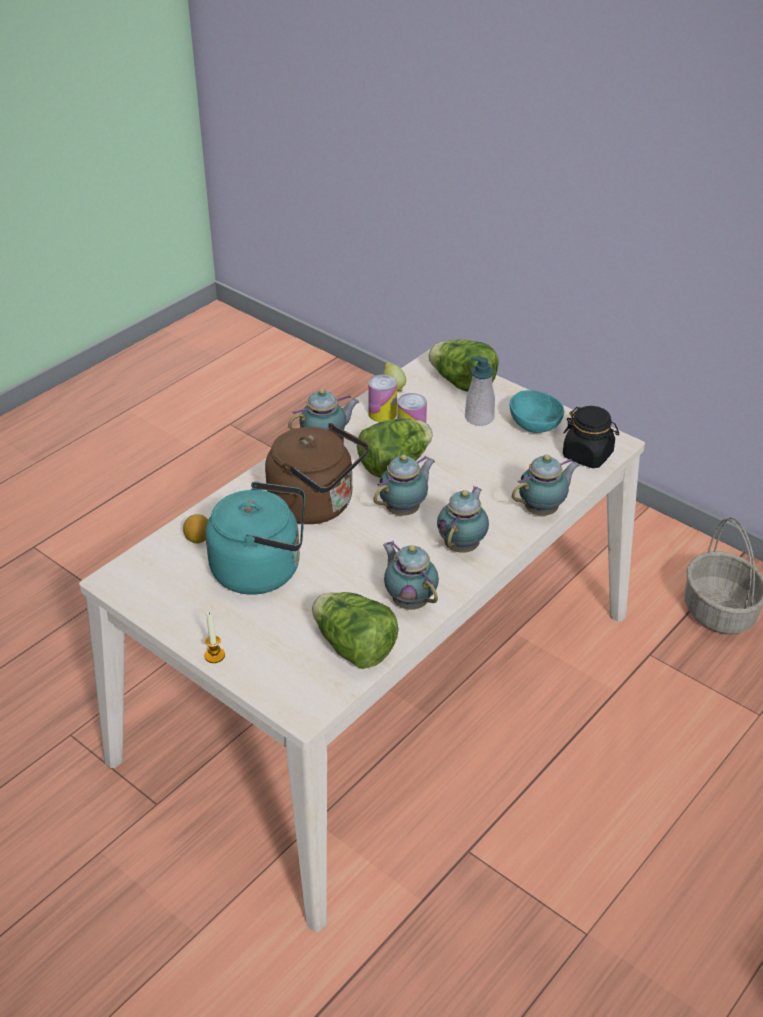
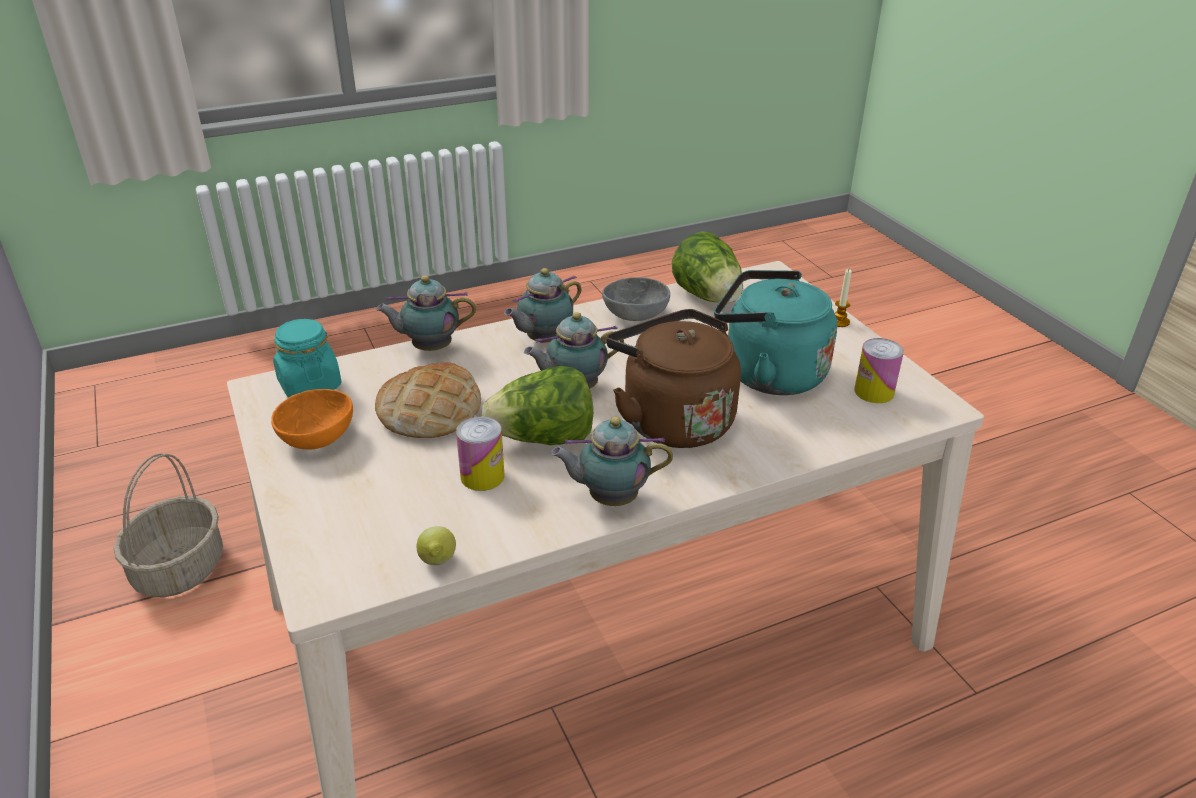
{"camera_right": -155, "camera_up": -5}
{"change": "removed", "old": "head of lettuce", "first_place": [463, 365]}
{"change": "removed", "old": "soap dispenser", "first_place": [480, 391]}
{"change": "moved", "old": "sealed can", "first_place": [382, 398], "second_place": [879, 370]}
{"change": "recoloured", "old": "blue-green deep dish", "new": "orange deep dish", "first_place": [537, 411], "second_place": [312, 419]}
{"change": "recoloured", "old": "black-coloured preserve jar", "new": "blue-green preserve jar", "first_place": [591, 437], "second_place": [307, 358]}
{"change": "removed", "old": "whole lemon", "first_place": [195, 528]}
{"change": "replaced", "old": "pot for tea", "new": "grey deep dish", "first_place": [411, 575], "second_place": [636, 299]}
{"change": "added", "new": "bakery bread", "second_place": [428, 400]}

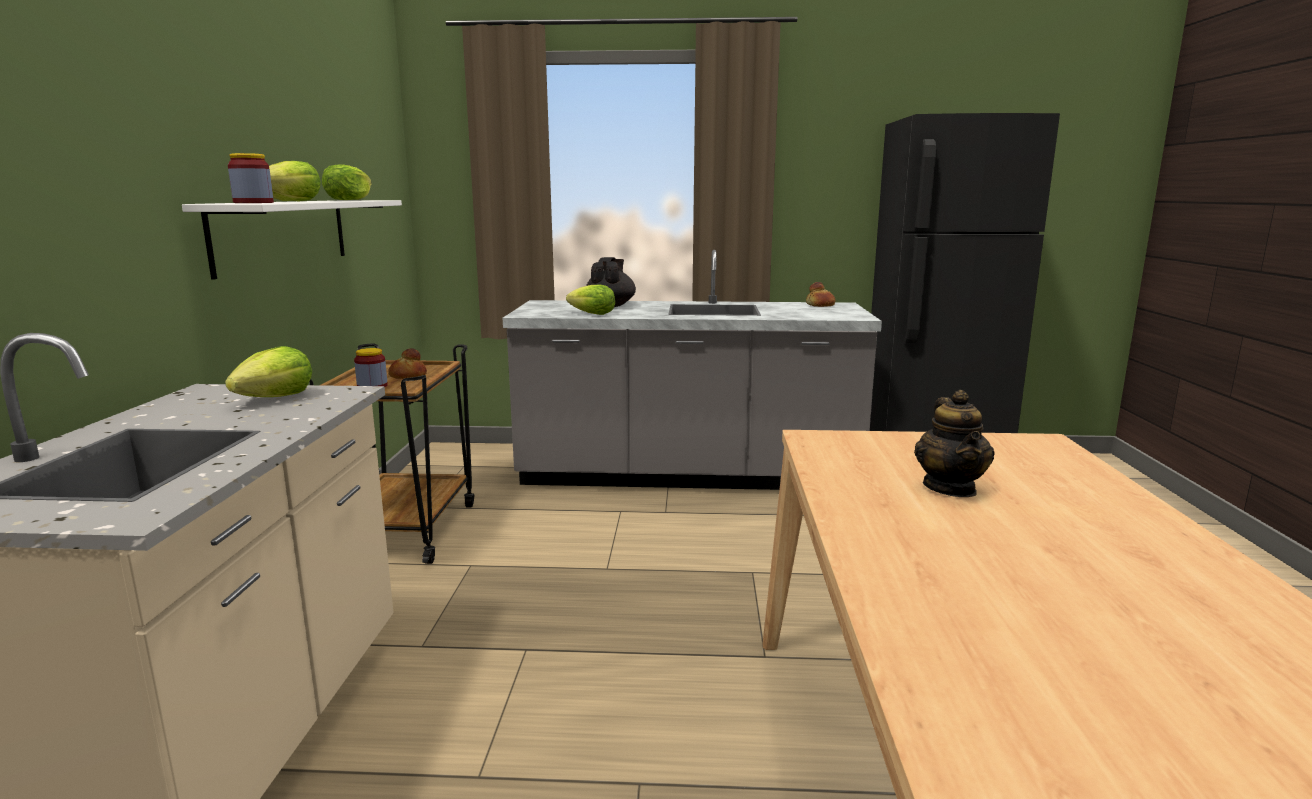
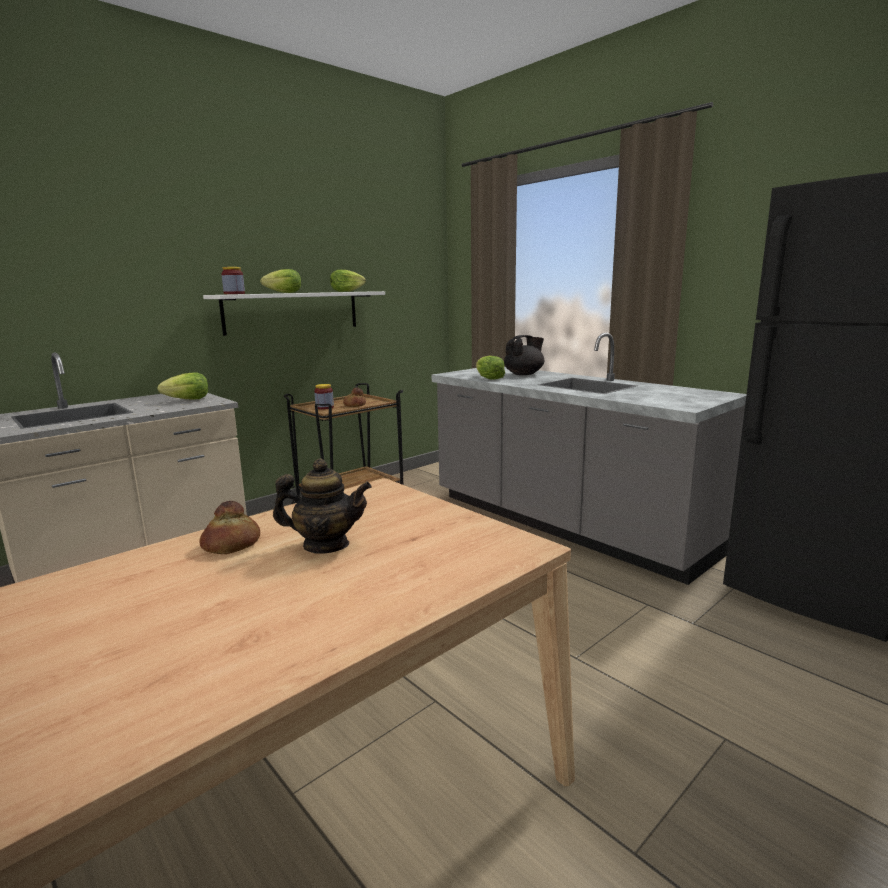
{"camera_right": 45, "camera_up": 0}
{"change": "moved", "old": "bakery bread", "first_place": [821, 294], "second_place": [229, 527]}
{"change": "turned", "old": "pot for tea", "first_place": [954, 443], "second_place": [322, 506], "degrees": -135}

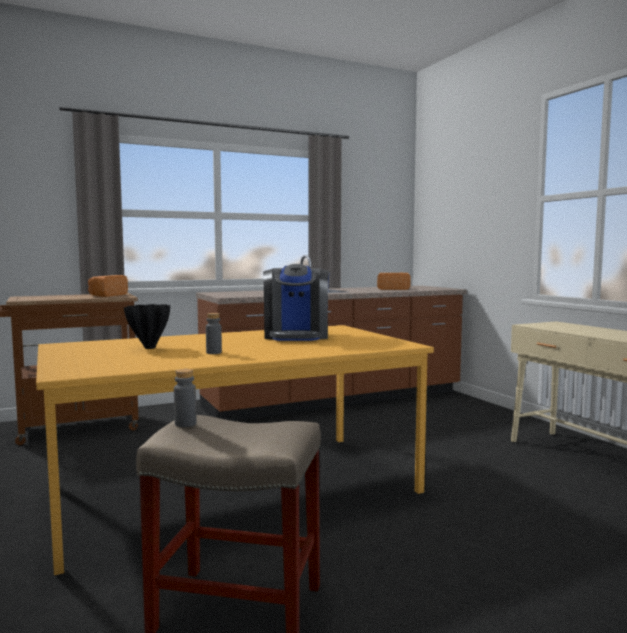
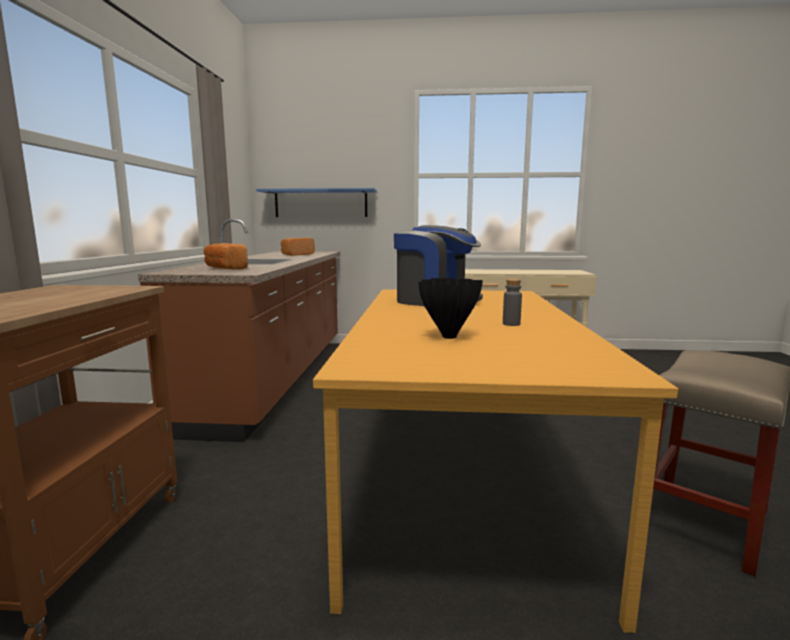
{"camera_right": -60, "camera_up": 5}
{"change": "moved", "old": "bakery bread", "first_place": [108, 286], "second_place": [226, 256]}
{"change": "removed", "old": "grey drink bottle", "first_place": [185, 398]}
{"change": "added", "new": "blue-coloured shelf", "second_place": [316, 202]}

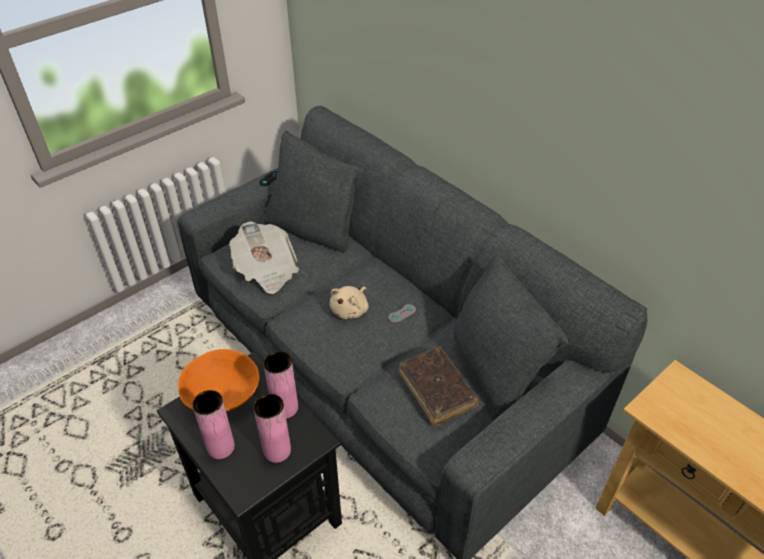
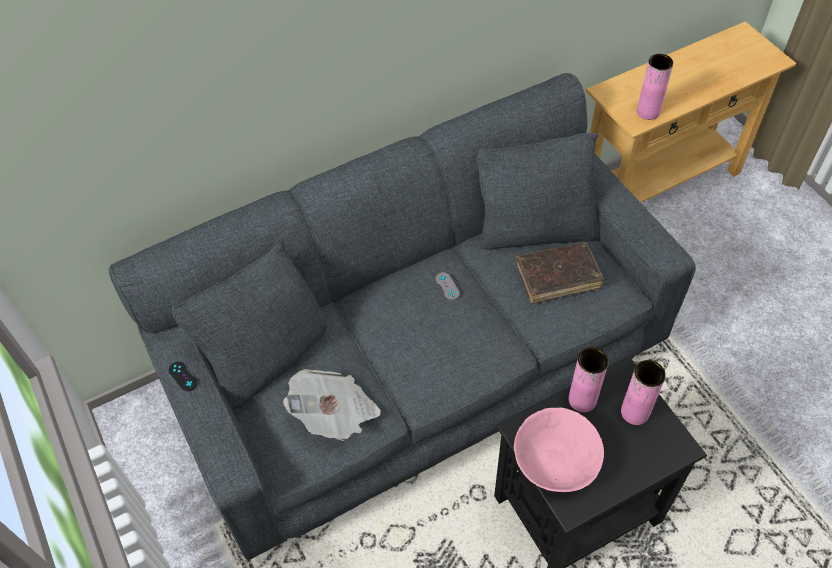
{"camera_right": -75, "camera_up": 10}
{"change": "removed", "old": "beige soft toy", "first_place": [349, 302]}
{"change": "recoloured", "old": "orange deep dish", "new": "pinkish deep dish", "first_place": [219, 380], "second_place": [559, 450]}
{"change": "moved", "old": "pinkish flower vase", "first_place": [213, 424], "second_place": [655, 87]}

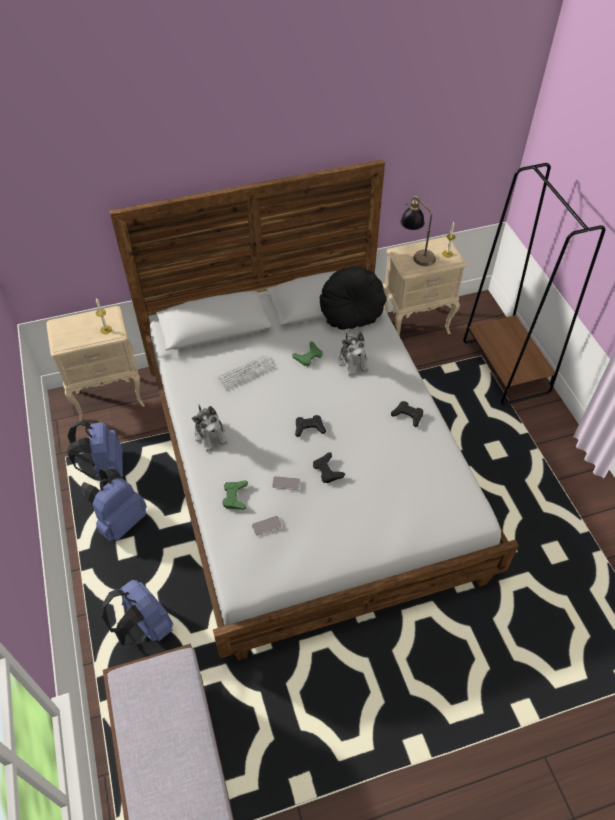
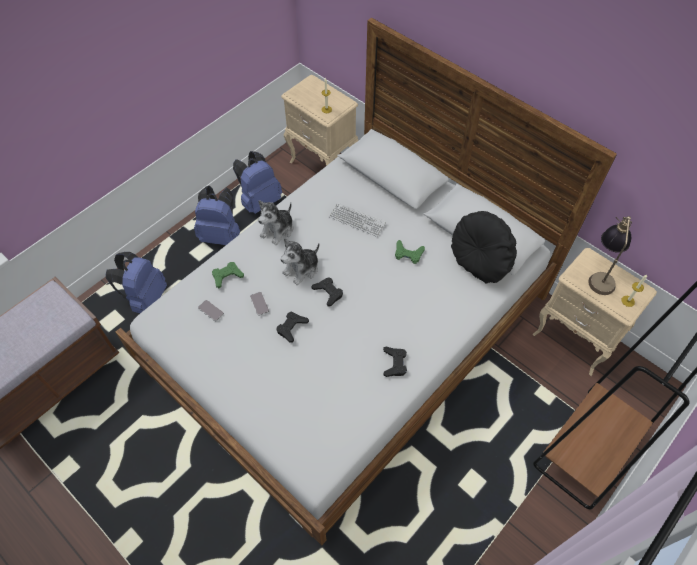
{"camera_right": 60, "camera_up": 5}
{"change": "moved", "old": "soft toy", "first_place": [353, 354], "second_place": [300, 262]}

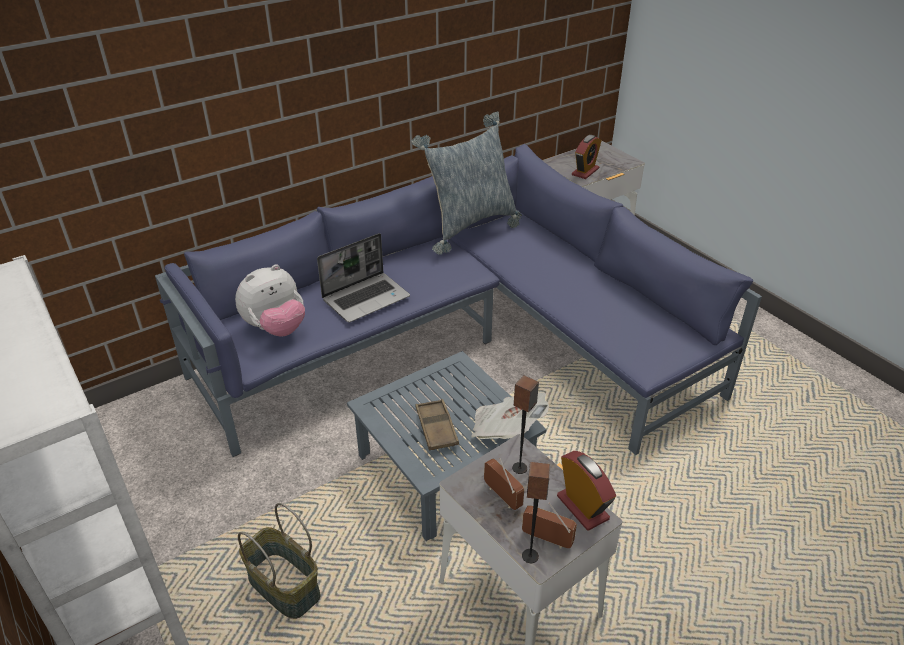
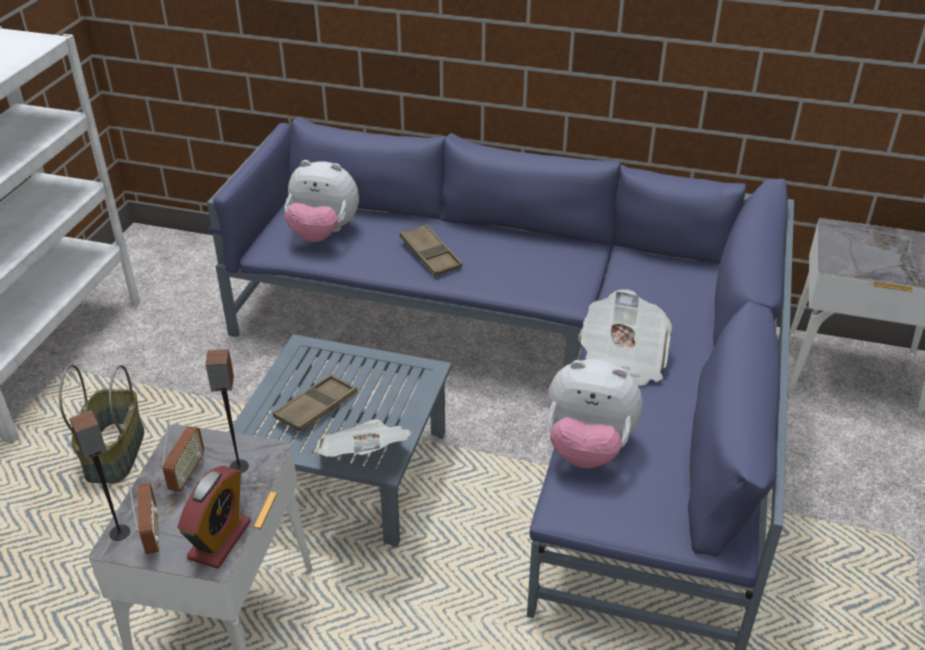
{"camera_right": 50, "camera_up": 0}
{"change": "removed", "old": "cushion", "first_place": [466, 183]}
{"change": "removed", "old": "bedside clock", "first_place": [586, 157]}
{"change": "replaced", "old": "laptop", "new": "brown tray", "first_place": [363, 277], "second_place": [431, 250]}
{"change": "added", "new": "newspaper", "second_place": [625, 337]}
{"change": "added", "new": "soft toy", "second_place": [595, 413]}

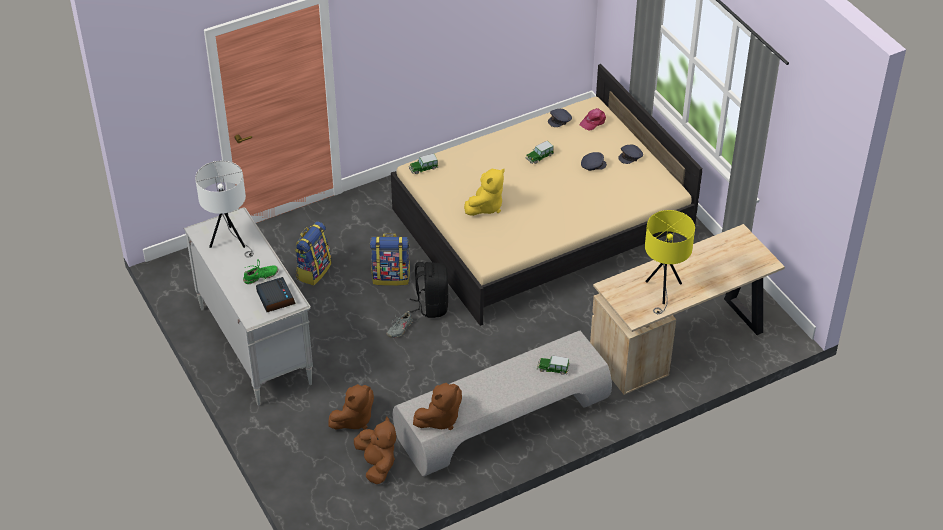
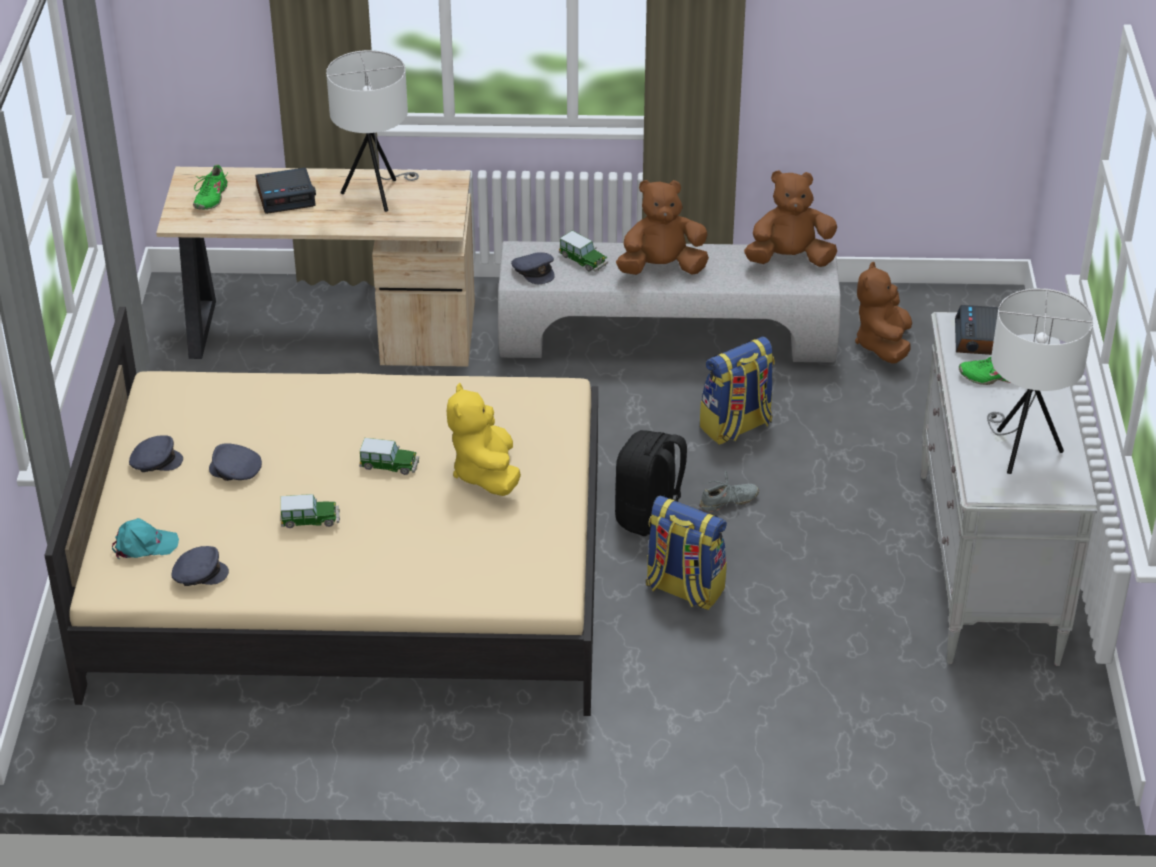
{"camera_right": -150, "camera_up": -5}
{"change": "recoloured", "old": "pinkish cap", "new": "blue-green cap", "first_place": [593, 119], "second_place": [145, 539]}
{"change": "moved", "old": "miniature car", "first_place": [423, 164], "second_place": [389, 456]}
{"change": "turned", "old": "yellowish soft toy", "first_place": [484, 192], "second_place": [484, 439], "degrees": -75}
{"change": "recoloured", "old": "yellowish table lamp", "new": "white-coloured table lamp", "first_place": [670, 262], "second_place": [372, 131]}
{"change": "moved", "old": "knapsack", "first_place": [313, 253], "second_place": [737, 391]}
{"change": "moved", "old": "brown soft toy", "first_place": [351, 407], "second_place": [662, 227]}
{"change": "added", "new": "green-coloured item of footwear", "second_place": [211, 187]}
{"change": "added", "new": "bedside clock", "second_place": [285, 190]}
{"change": "added", "new": "grey cap", "second_place": [533, 268]}

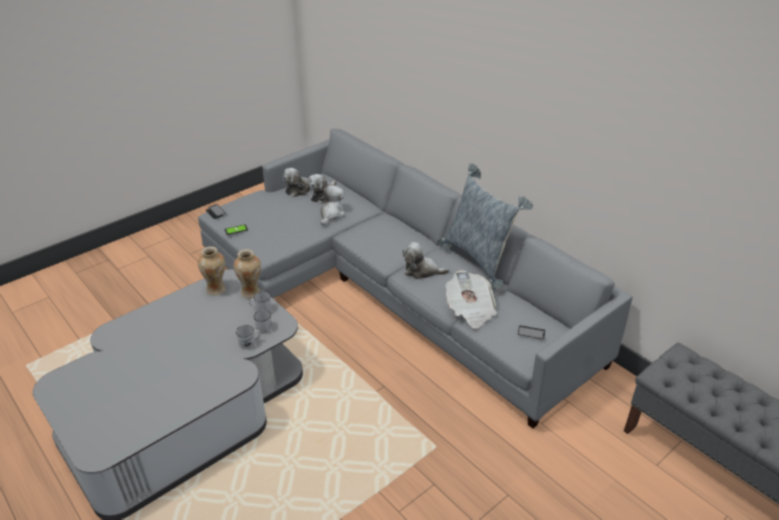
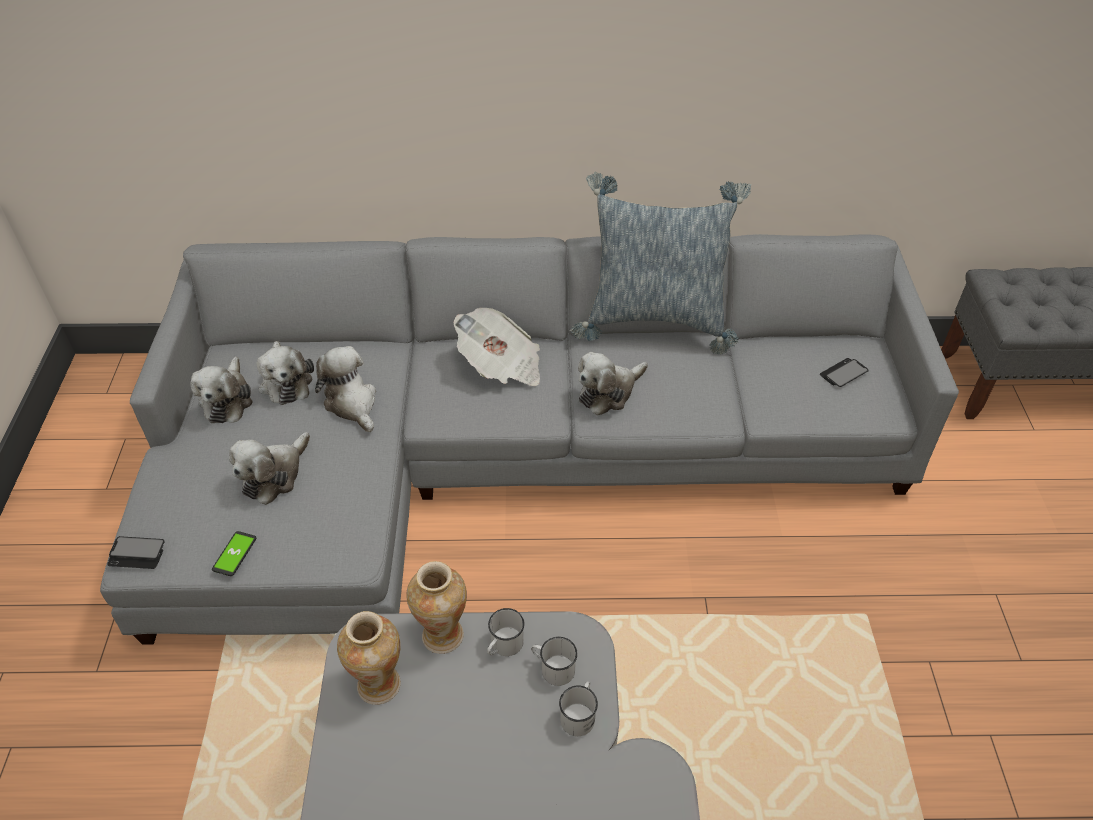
{"camera_right": -50, "camera_up": 10}
{"change": "moved", "old": "newspaper", "first_place": [471, 299], "second_place": [497, 347]}
{"change": "added", "new": "soft toy", "second_place": [269, 468]}

